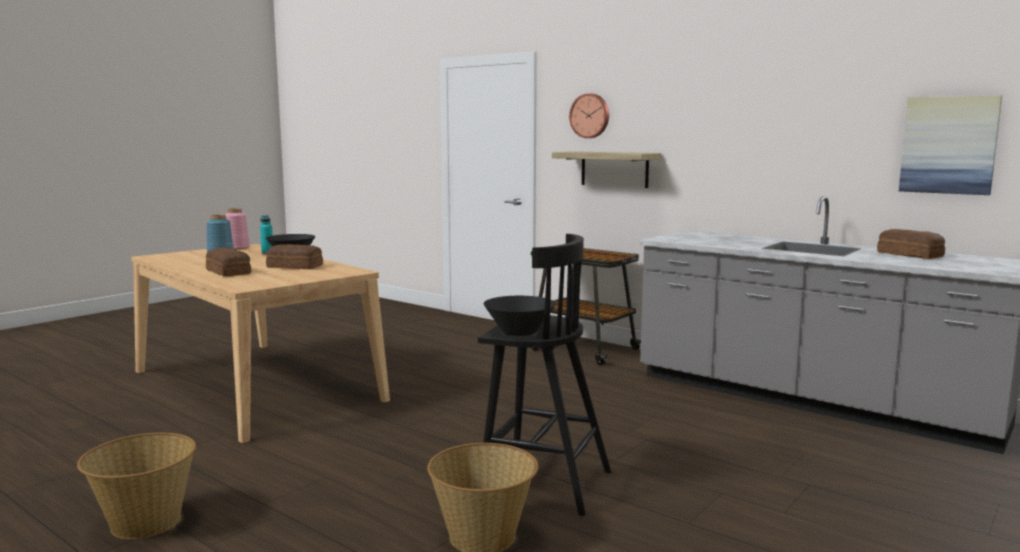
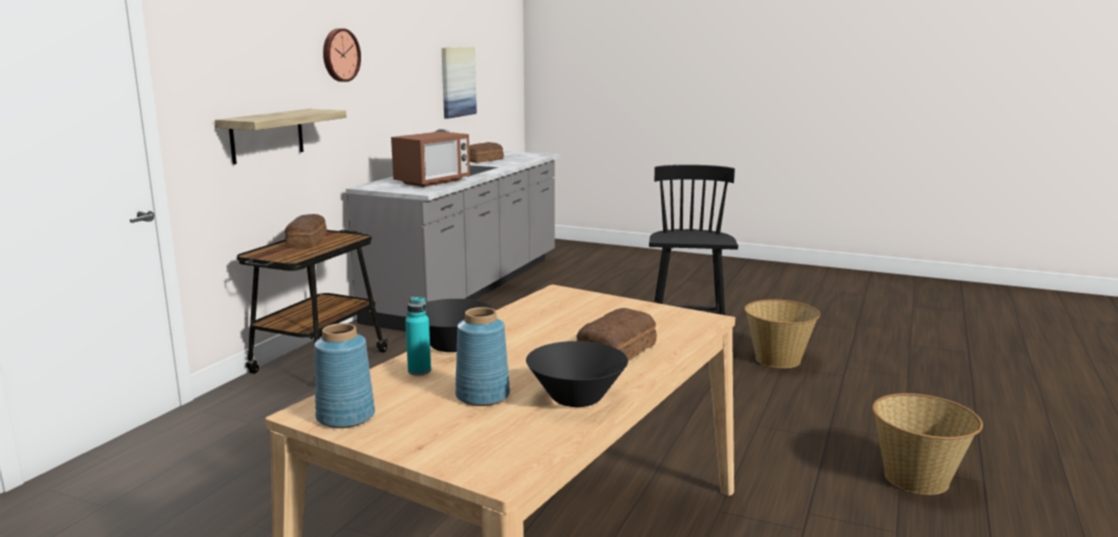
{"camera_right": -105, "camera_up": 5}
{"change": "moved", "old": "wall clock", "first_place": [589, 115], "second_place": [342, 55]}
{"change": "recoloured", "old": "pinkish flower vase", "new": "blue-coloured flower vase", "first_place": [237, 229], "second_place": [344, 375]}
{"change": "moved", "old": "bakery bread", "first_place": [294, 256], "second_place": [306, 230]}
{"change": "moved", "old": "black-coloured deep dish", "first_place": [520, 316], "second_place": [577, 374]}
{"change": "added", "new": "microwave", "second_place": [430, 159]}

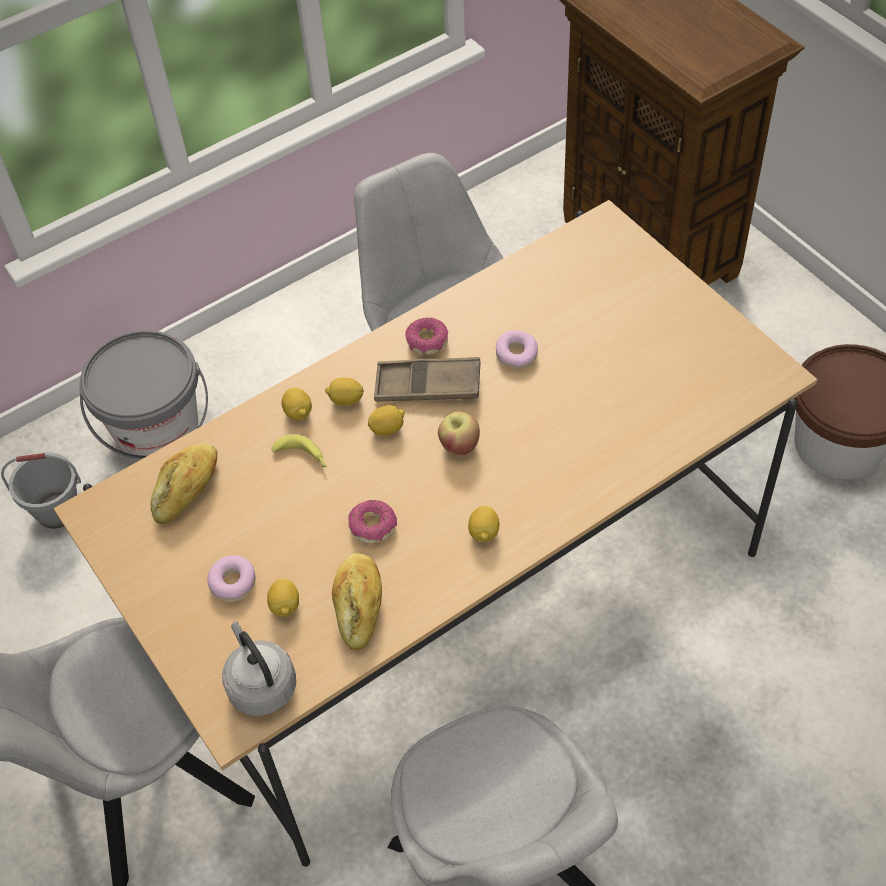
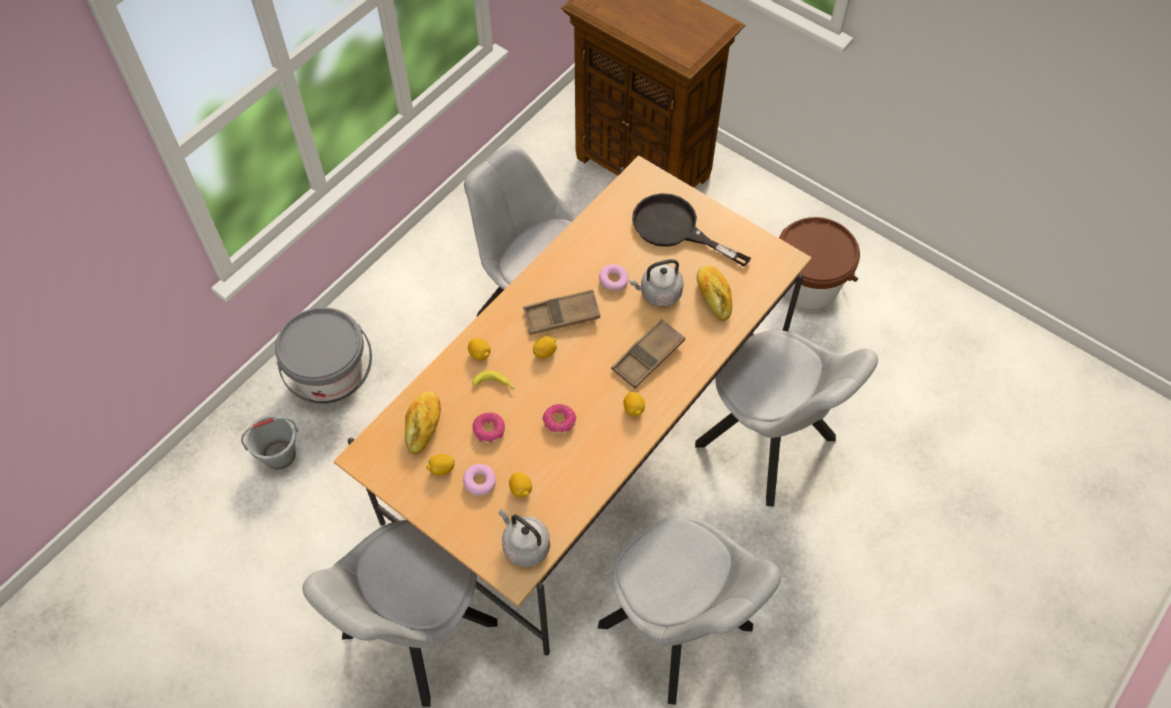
{"camera_right": -20, "camera_up": 5}
{"change": "moved", "old": "donut", "first_place": [426, 336], "second_place": [488, 427]}
{"change": "moved", "old": "whole lemon", "first_place": [344, 392], "second_place": [440, 465]}
{"change": "removed", "old": "whole apple", "first_place": [459, 433]}
{"change": "moved", "old": "bakery bread", "first_place": [357, 601], "second_place": [714, 293]}
{"change": "added", "new": "black-coloured skillet", "second_place": [691, 230]}
{"change": "added", "new": "grey kettle", "second_place": [656, 283]}
{"change": "added", "new": "brown tray", "second_place": [648, 354]}
{"change": "added", "new": "grey upright chair", "second_place": [786, 418]}

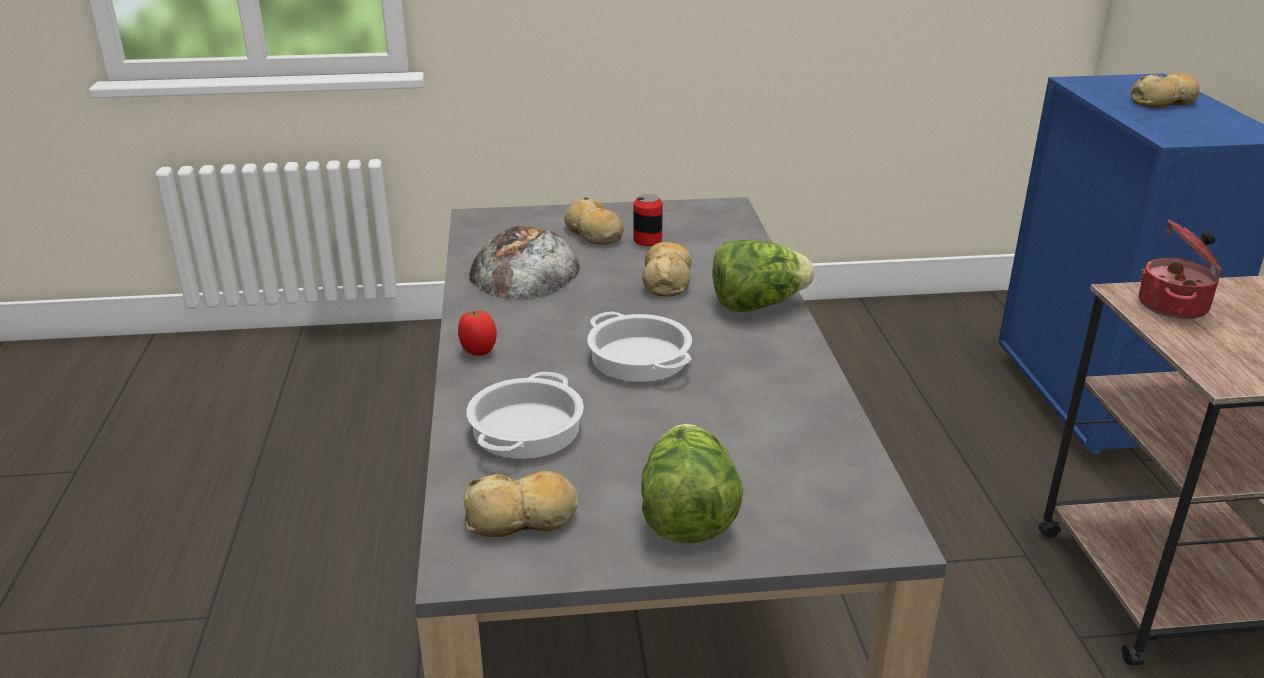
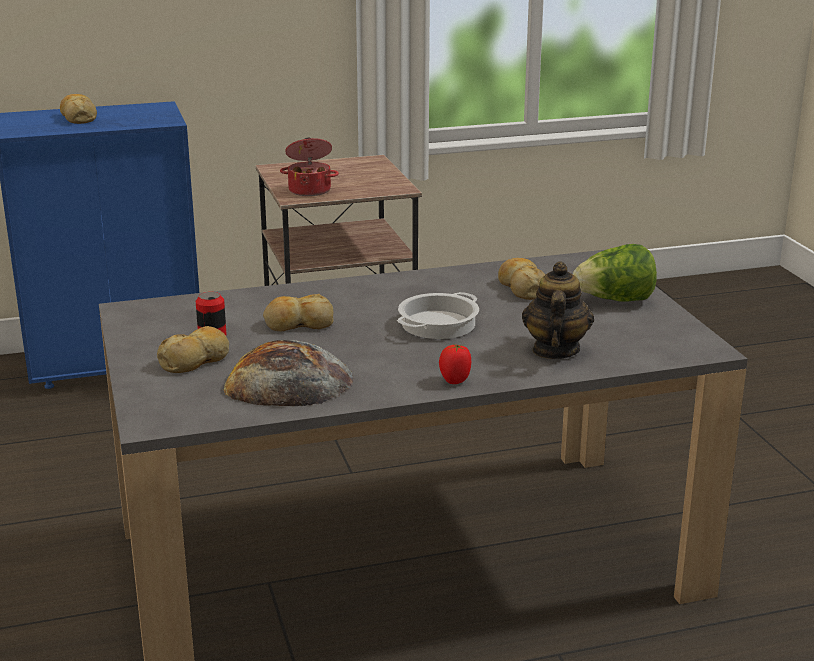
{"camera_right": -100, "camera_up": -5}
{"change": "removed", "old": "head of lettuce", "first_place": [763, 276]}
{"change": "replaced", "old": "saucepot", "new": "pot for tea", "first_place": [525, 415], "second_place": [558, 310]}
{"change": "moved", "old": "bakery bread", "first_place": [521, 504], "second_place": [522, 279]}

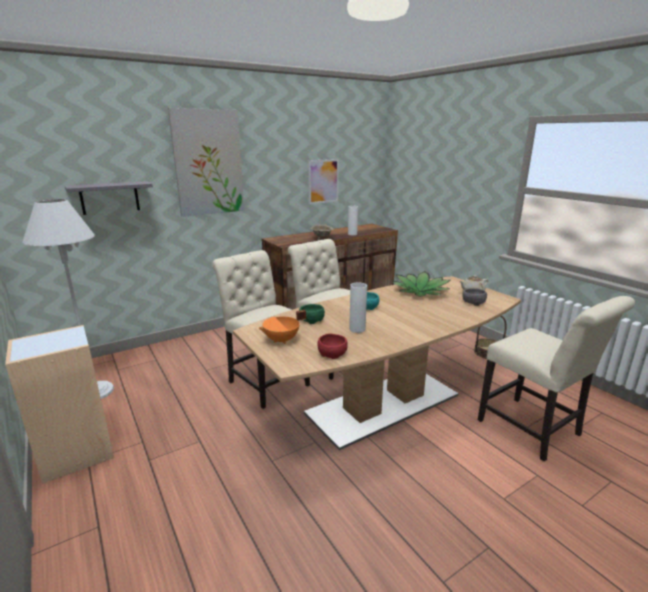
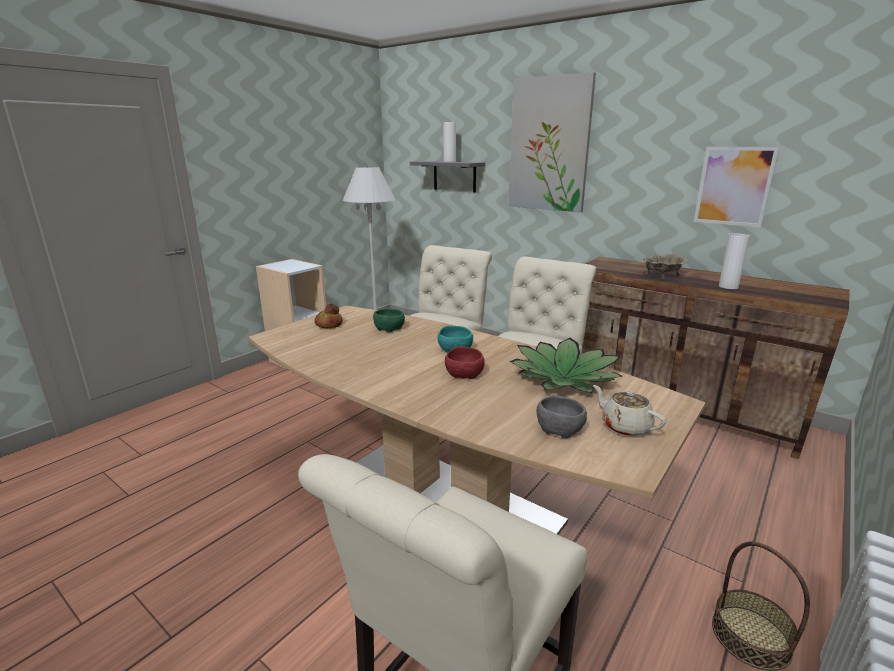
{"camera_right": 70, "camera_up": 0}
{"change": "moved", "old": "white-coloured flower vase", "first_place": [358, 307], "second_place": [449, 142]}
{"change": "replaced", "old": "orange saucepot", "new": "bakery bread", "first_place": [282, 327], "second_place": [328, 316]}
{"change": "moved", "old": "red-coloured deep dish", "first_place": [332, 346], "second_place": [465, 362]}

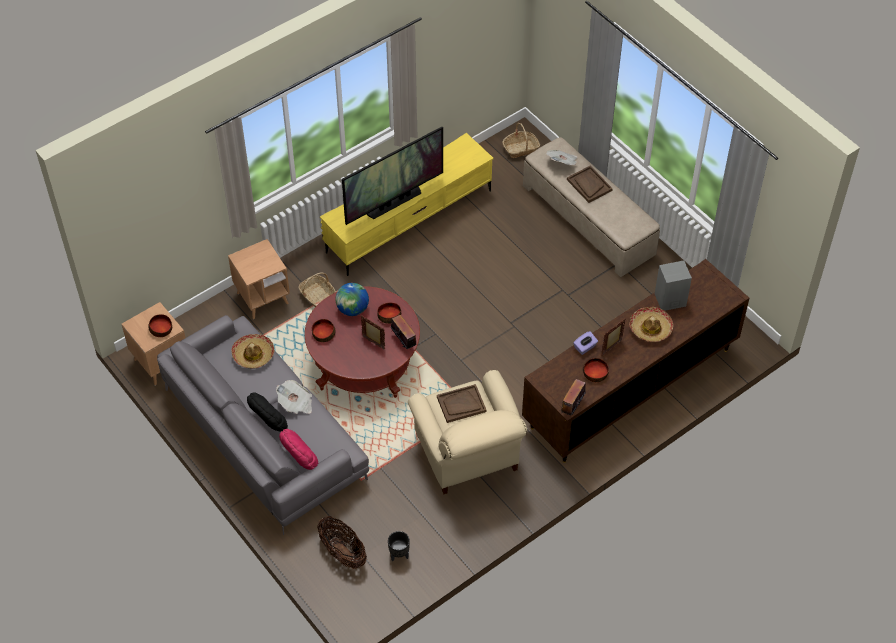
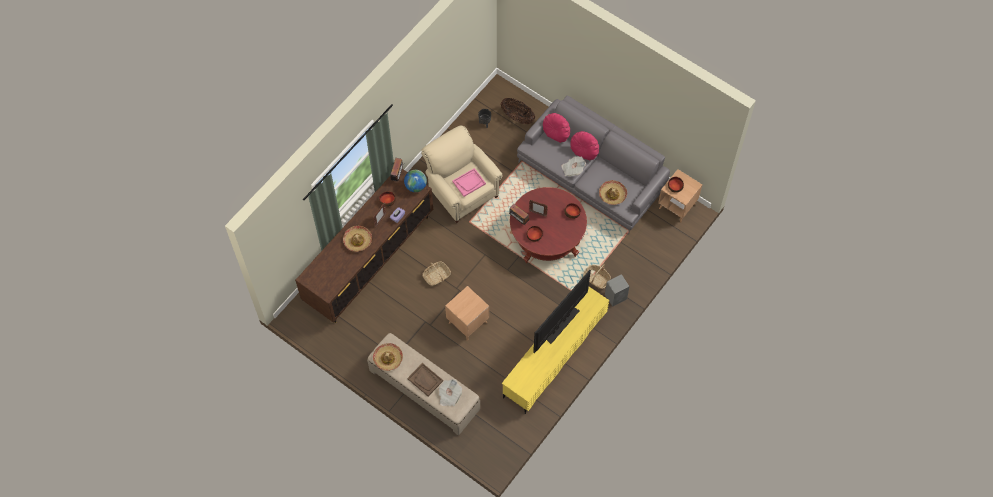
{"camera_right": 165, "camera_up": 10}
{"change": "moved", "old": "household basket", "first_place": [521, 140], "second_place": [437, 273]}
{"change": "moved", "old": "brown side table", "first_place": [259, 279], "second_place": [467, 313]}
{"change": "moved", "old": "grey audio speaker", "first_place": [673, 285], "second_place": [617, 290]}
{"change": "moved", "old": "world globe", "first_place": [352, 299], "second_place": [415, 181]}
{"change": "recoloured", "old": "brown tray", "new": "pinkish tray", "first_place": [462, 403], "second_place": [469, 182]}
{"change": "recoloured", "old": "black-coloured cushion", "new": "pinkish cushion", "first_place": [267, 412], "second_place": [584, 146]}
{"change": "added", "new": "wearable hat", "second_place": [388, 357]}

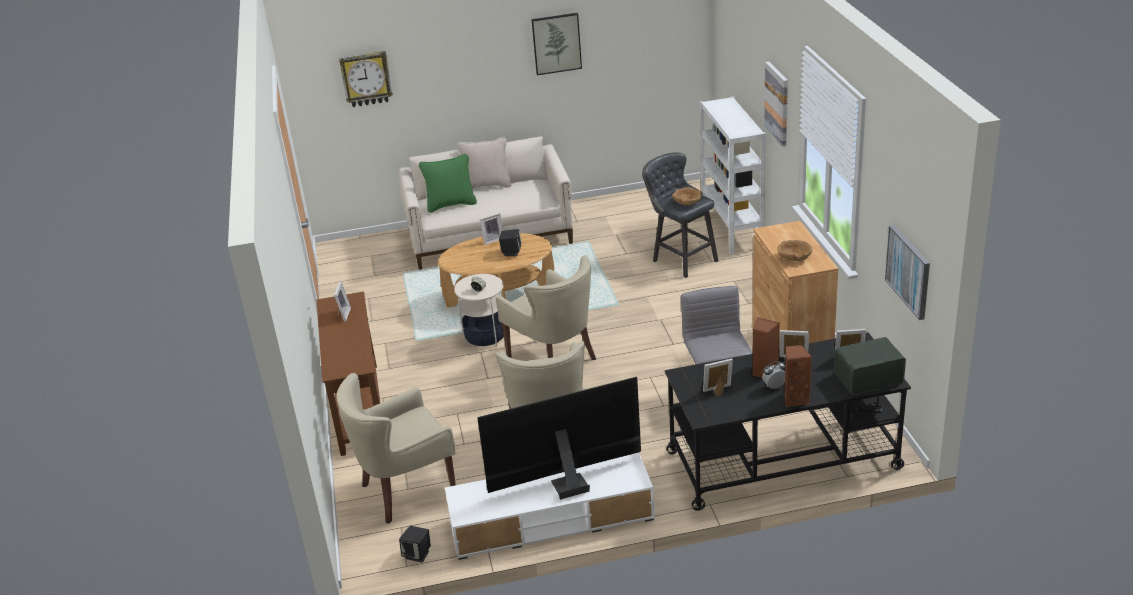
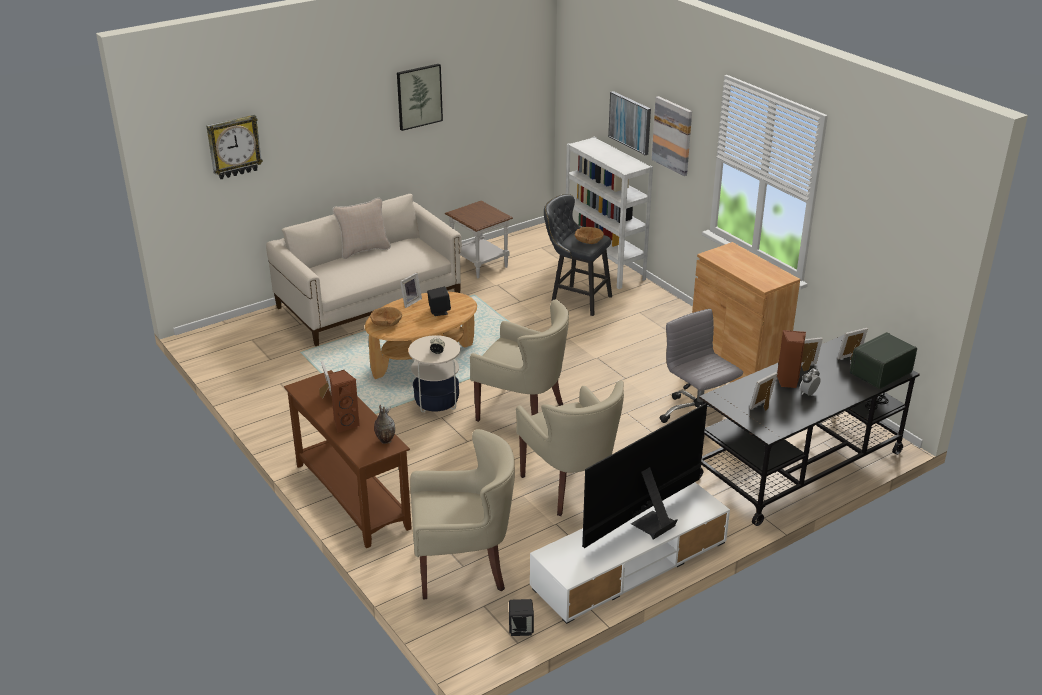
{"camera_right": -25, "camera_up": 0}
{"change": "removed", "old": "green-coloured cushion", "first_place": [448, 183]}
{"change": "moved", "old": "wall art", "first_place": [907, 272], "second_place": [629, 123]}
{"change": "moved", "old": "brown deep dish", "first_place": [795, 250], "second_place": [386, 316]}
{"change": "moved", "old": "brown audio speaker", "first_place": [798, 375], "second_place": [344, 401]}
{"change": "turned", "old": "beige armchair", "first_place": [396, 448], "second_place": [462, 514], "degrees": -135}
{"change": "added", "new": "brown side table", "second_place": [479, 239]}
{"change": "added", "new": "flower vase", "second_place": [384, 424]}

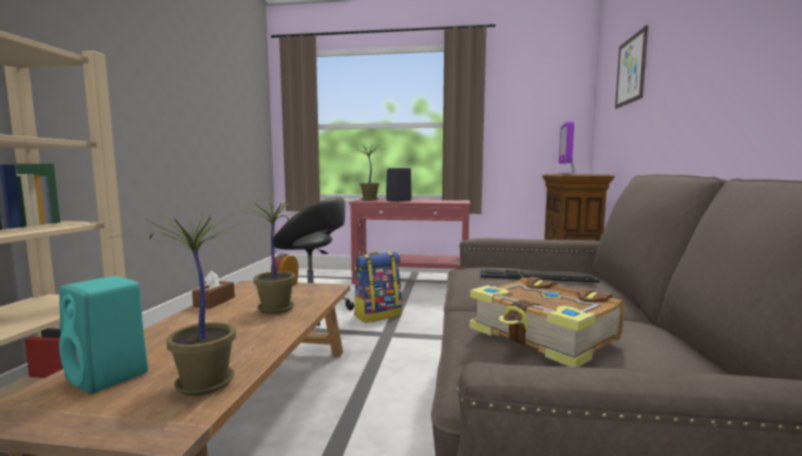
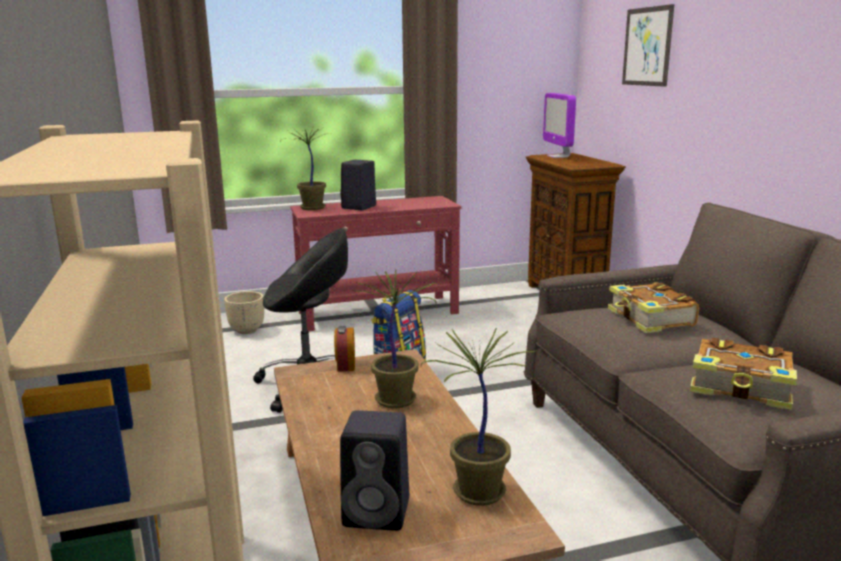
{"camera_right": -25, "camera_up": 10}
{"change": "replaced", "old": "computer keyboard", "new": "bound book", "first_place": [540, 276], "second_place": [653, 307]}
{"change": "removed", "old": "brown tissue holder", "first_place": [213, 290]}
{"change": "recoloured", "old": "blue-green audio speaker", "new": "black-coloured audio speaker", "first_place": [103, 335], "second_place": [374, 470]}
{"change": "added", "new": "beige planter", "second_place": [244, 312]}

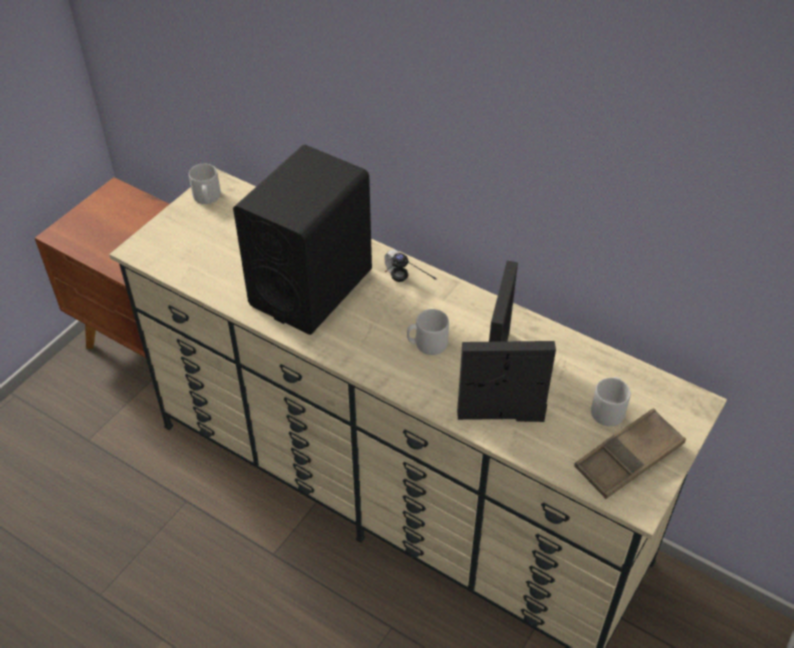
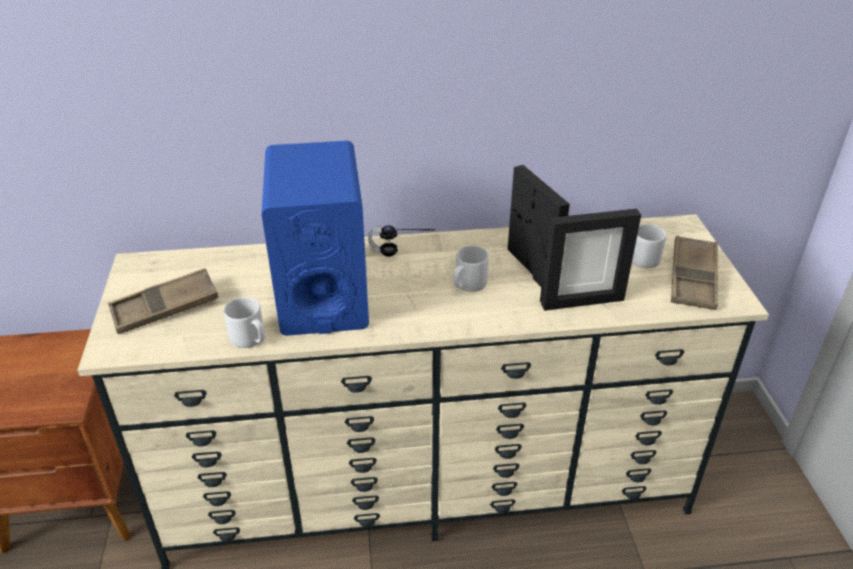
{"camera_right": -40, "camera_up": -10}
{"change": "recoloured", "old": "black-coloured audio speaker", "new": "blue-coloured audio speaker", "first_place": [302, 240], "second_place": [315, 238]}
{"change": "moved", "old": "grey coffee mug", "first_place": [205, 184], "second_place": [244, 322]}
{"change": "turned", "old": "standing frame", "first_place": [506, 381], "second_place": [590, 260], "degrees": -150}
{"change": "added", "new": "brown tray", "second_place": [163, 301]}

